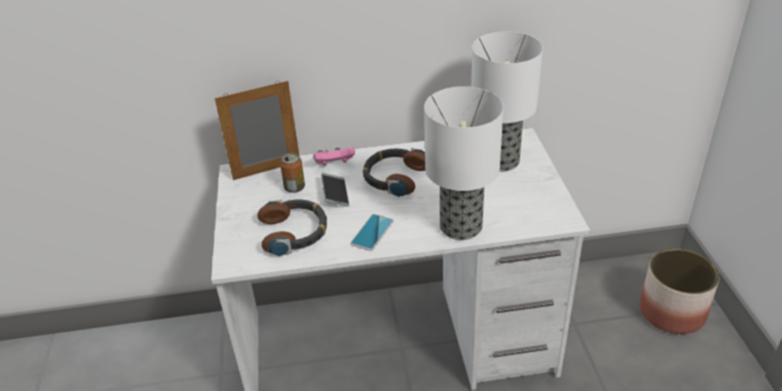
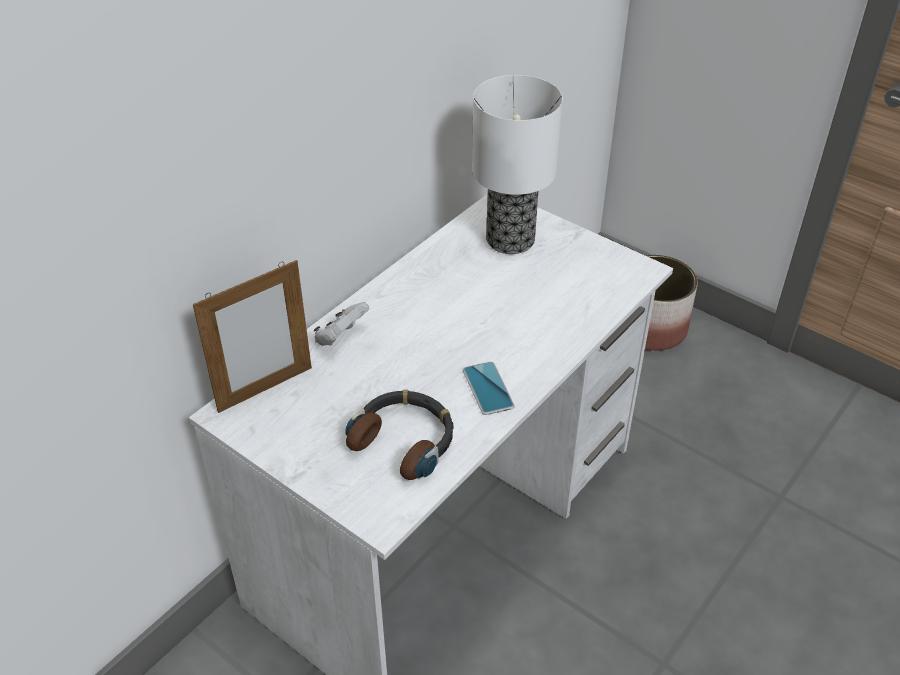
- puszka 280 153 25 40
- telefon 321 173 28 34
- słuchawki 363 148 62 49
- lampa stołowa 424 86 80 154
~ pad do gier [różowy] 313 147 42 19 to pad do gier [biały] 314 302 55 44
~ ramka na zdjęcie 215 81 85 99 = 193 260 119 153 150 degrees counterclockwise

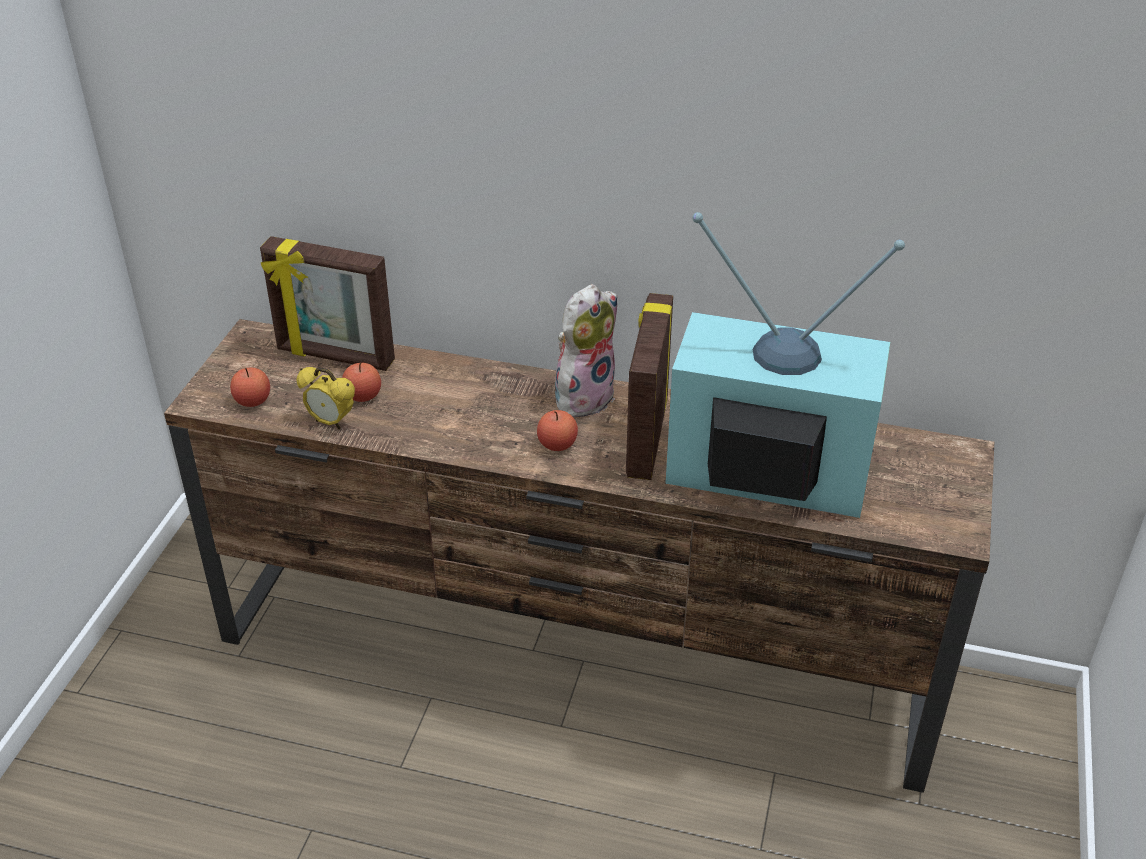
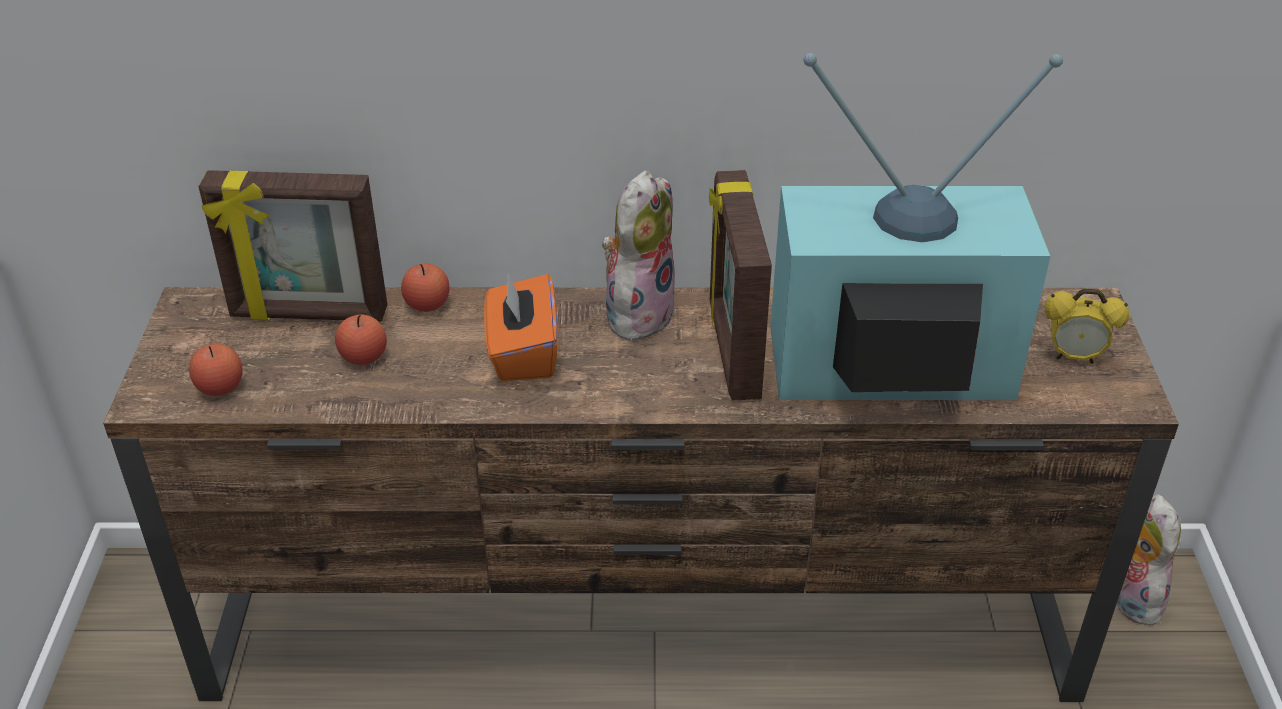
+ pudełko chusteczek [pomarańczowy] 484 273 74 108
+ pluszak 1116 494 65 132
~ budzik 297 367 58 62 to 1045 289 84 75
~ jabłko 537 410 41 41 to 401 264 49 48

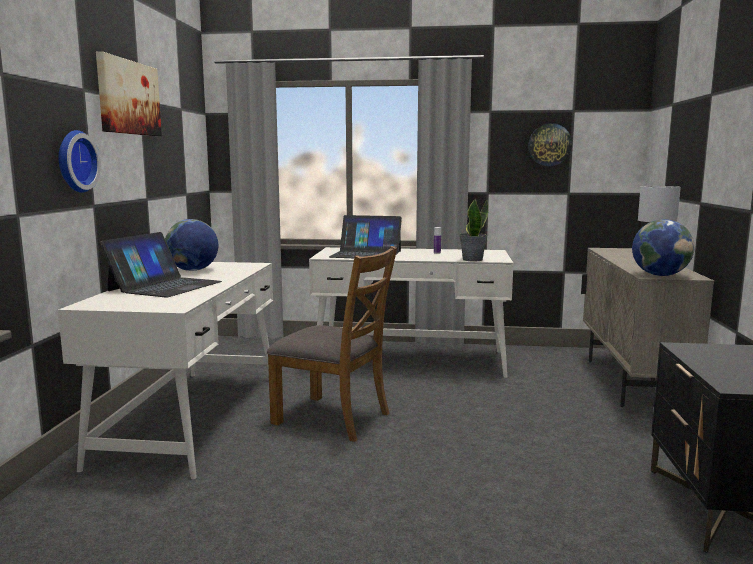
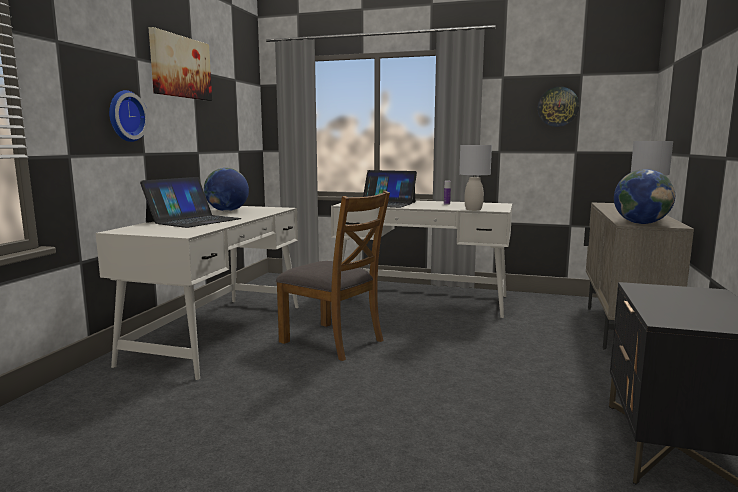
~ roślina doniczkowa 459 199 29 62 to lampa stołowa [szary] 459 145 33 65

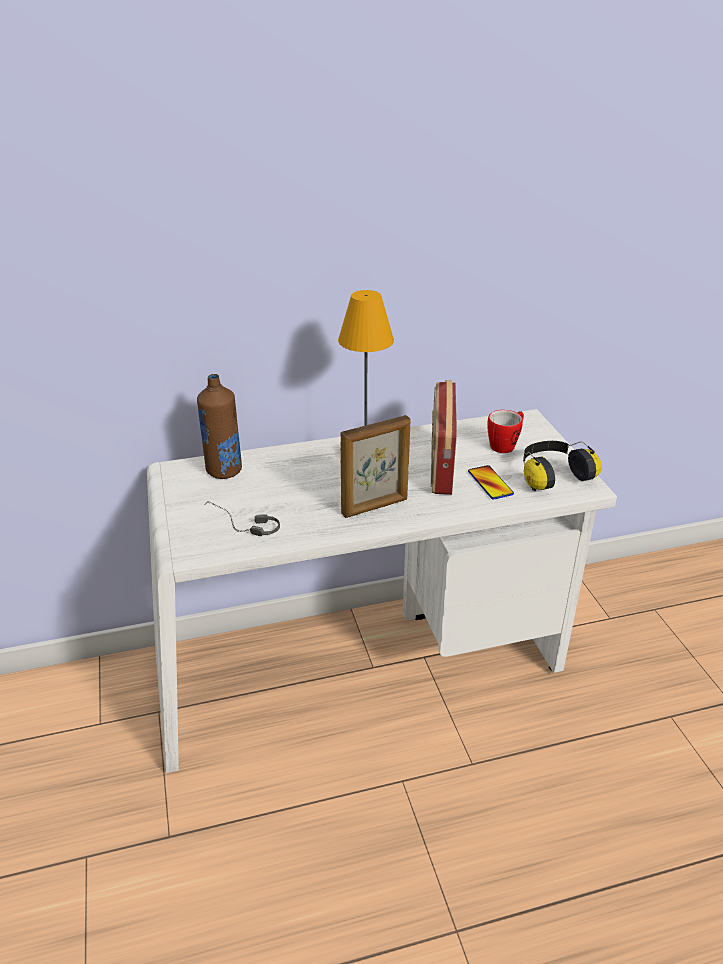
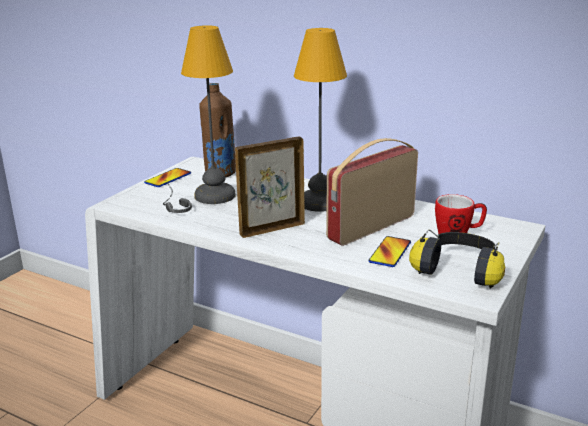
+ telefon 144 168 47 19
+ lampa stołowa 181 25 55 179
~ ramka na zdjęcie 340 415 70 103 = 235 136 70 102 135 degrees clockwise

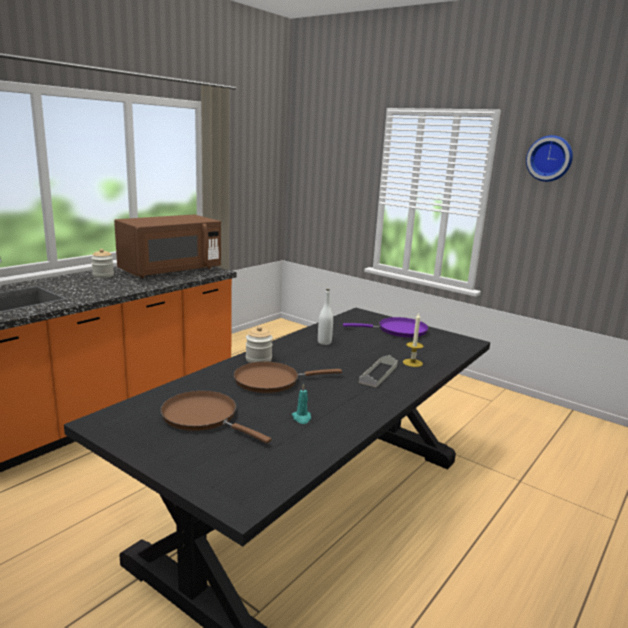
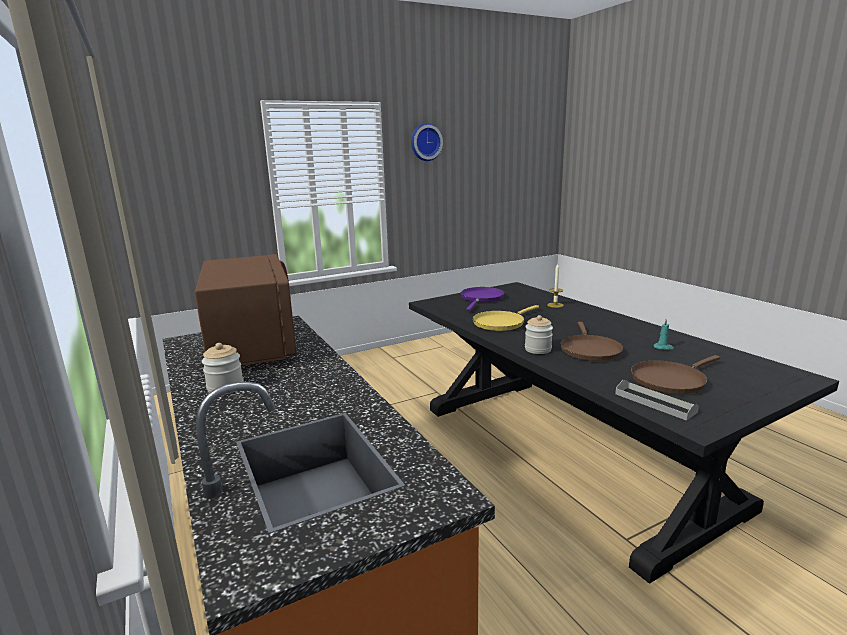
~ taca [szary] 359 355 39 33 to 615 380 84 41
~ butelka [biały] 318 289 15 56 to patelnia [żółty] 473 305 66 26

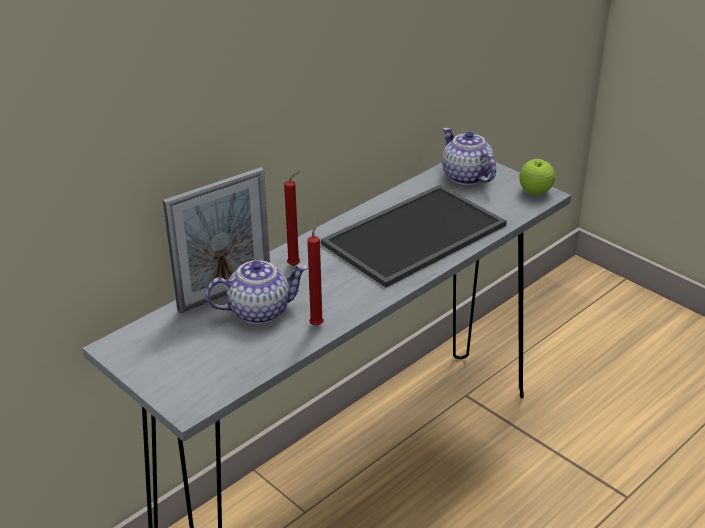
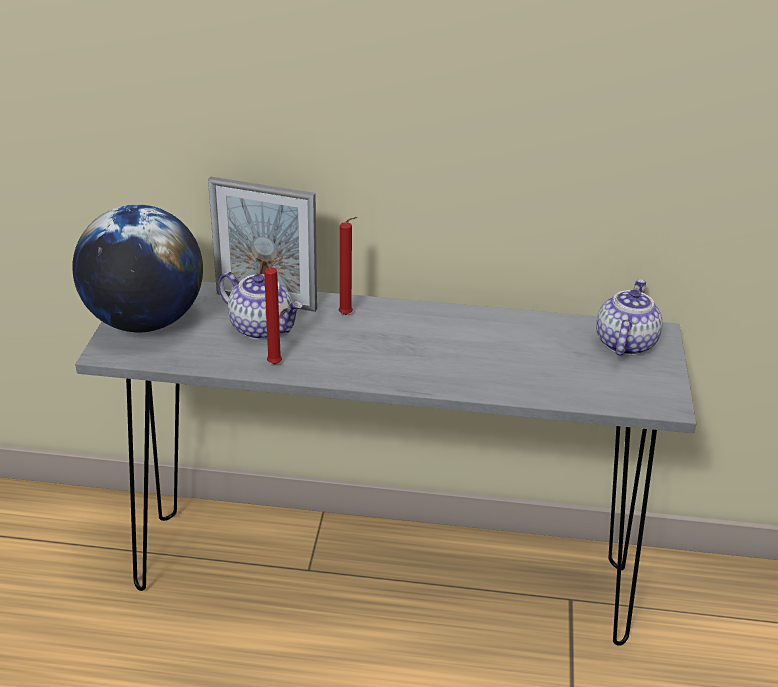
- taca 321 185 186 102
- jabłko 519 159 36 36
+ globus 73 204 130 128

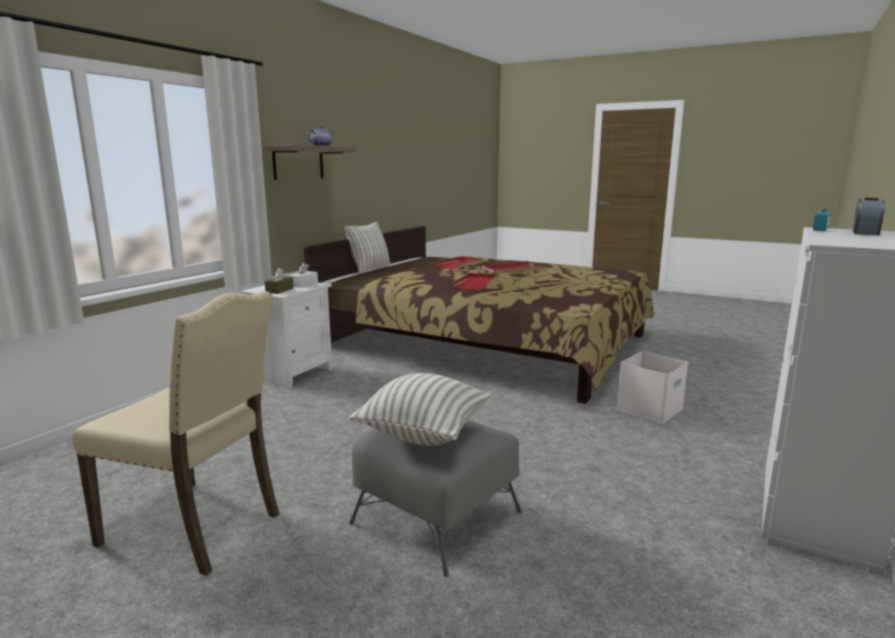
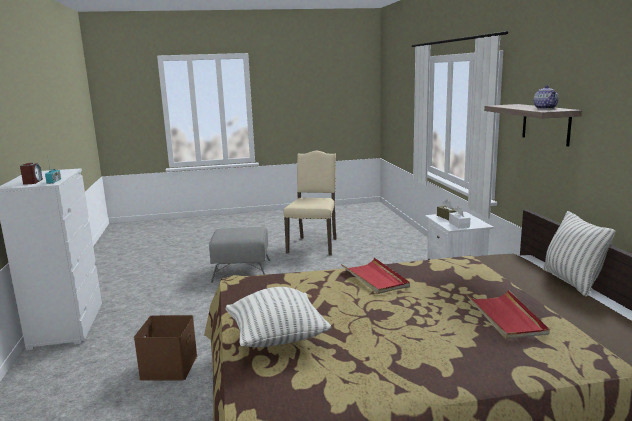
- taca [czerwony] 482 261 61 13
~ poduszka 349 373 142 73 to 226 287 106 60
~ pojemnik do przechowywania [biały] 616 351 72 72 to pojemnik do przechowywania [brązowy] 134 315 63 65
~ krzesło [beżowy] 72 291 207 285 = 283 151 53 104 120 degrees clockwise

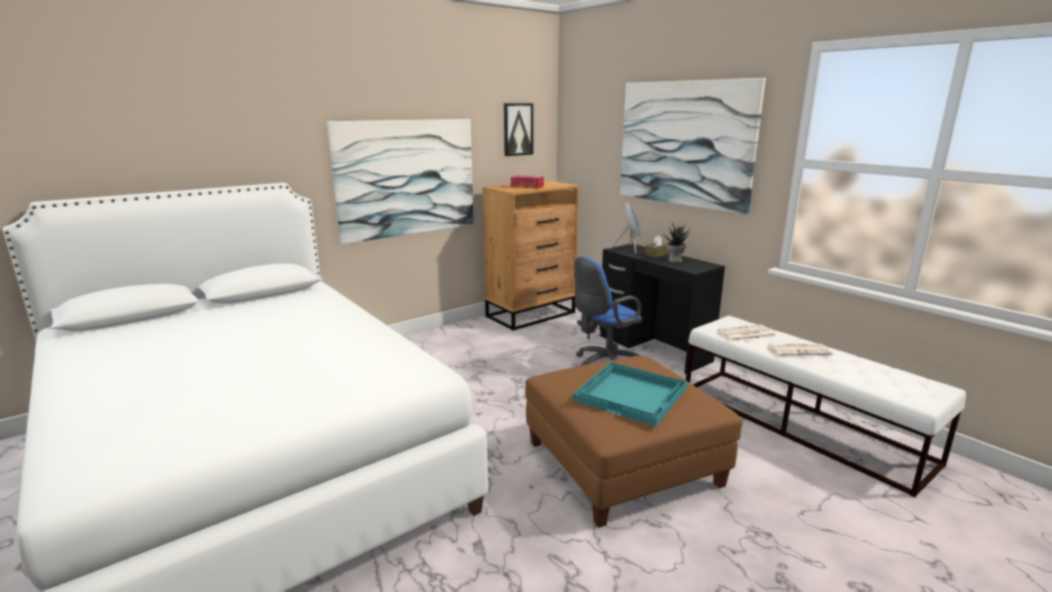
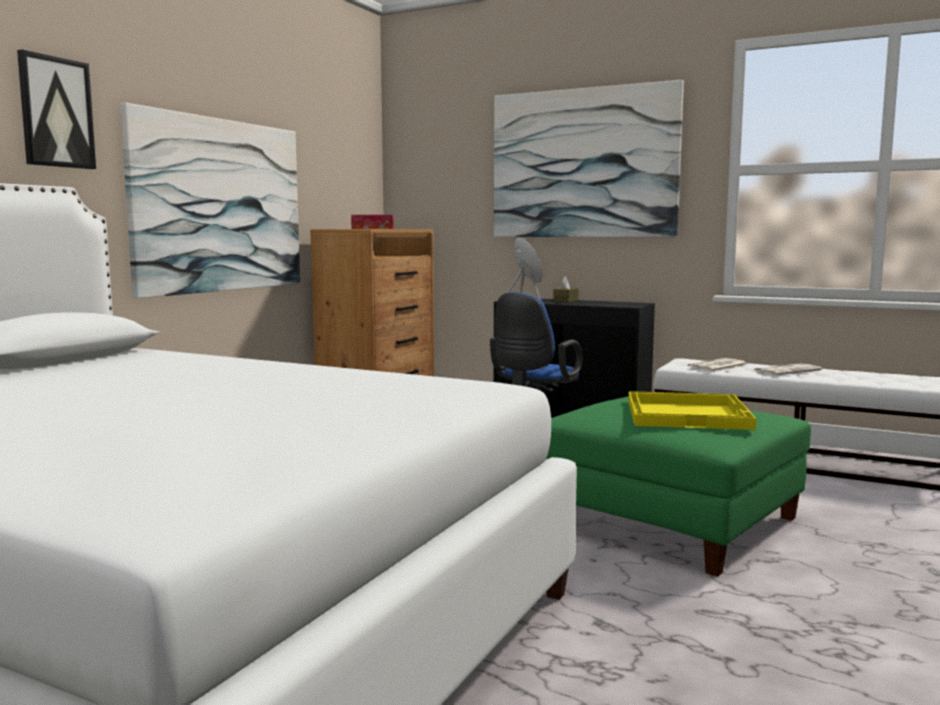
- roślina doniczkowa 664 222 26 41
~ obraz 504 103 29 53 to 17 49 79 120
~ pufa [brązowy] 525 356 218 172 to pufa [zielony] 546 396 265 181
~ taca [turkusowy] 573 362 114 65 to taca [żółty] 628 391 128 39

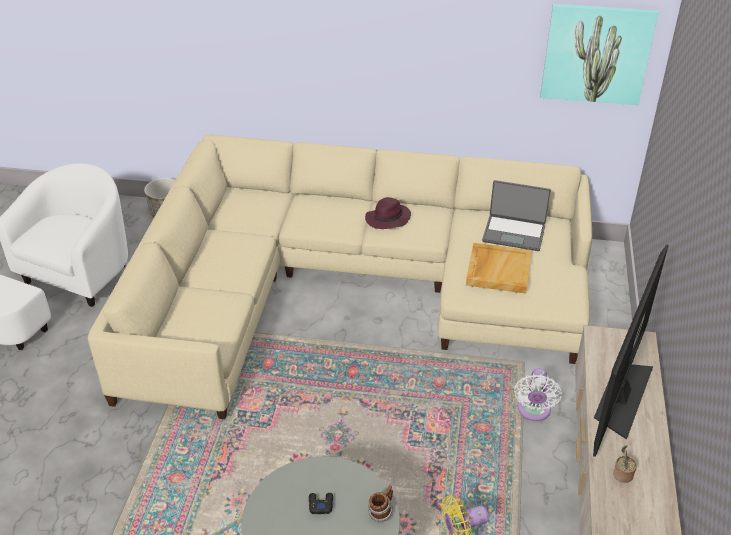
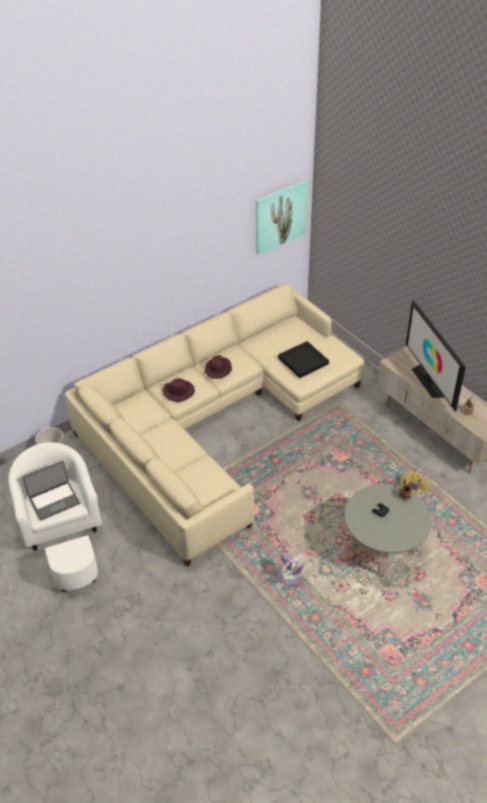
+ kapelusz [fioletowy] 162 378 33 24
~ laptop 482 180 69 71 to 23 461 57 60
~ wentylator [biały] 514 368 48 53 to 277 552 32 33
~ taca [beżowy] 466 243 65 51 to taca [czarny] 278 341 51 37

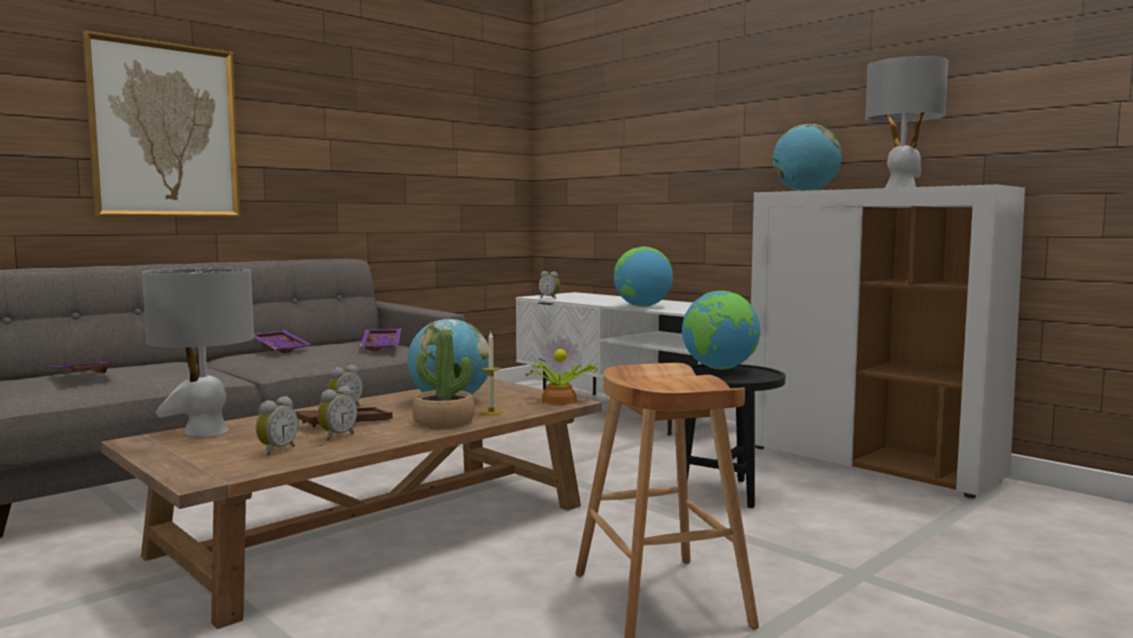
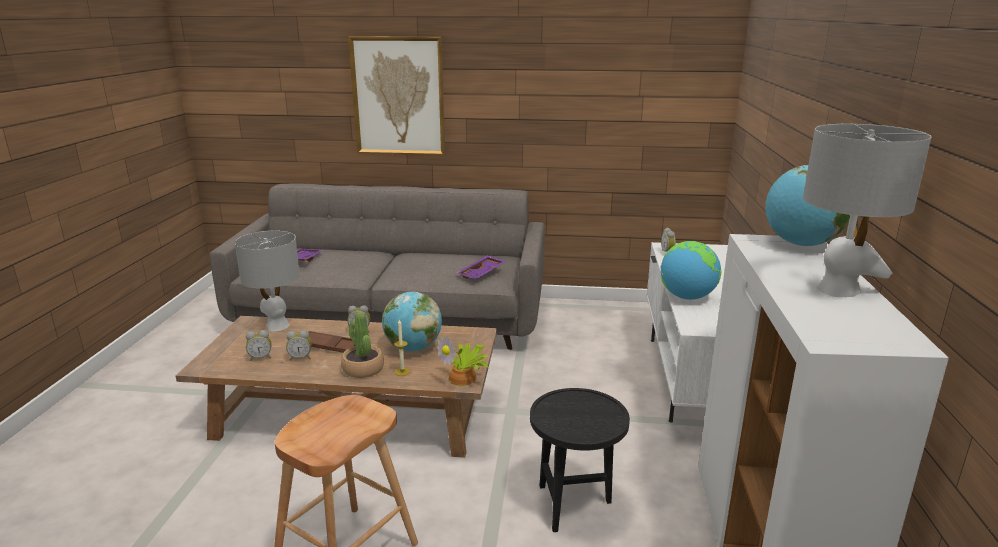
- taca [fioletowy] 254 330 57 23
- globus 682 291 79 78

